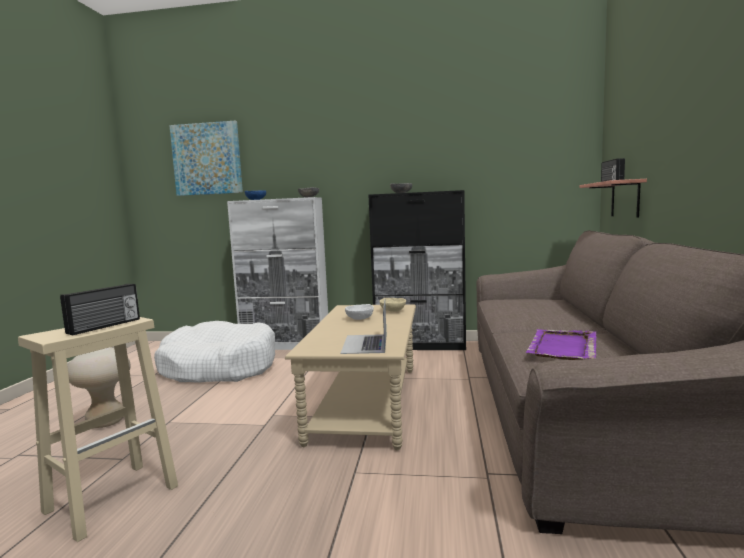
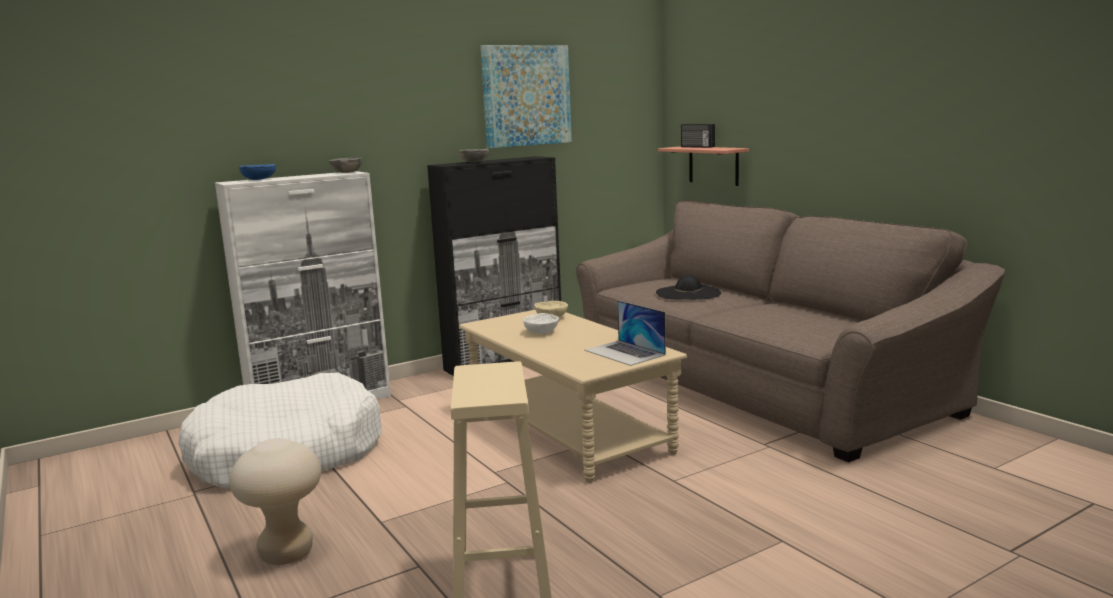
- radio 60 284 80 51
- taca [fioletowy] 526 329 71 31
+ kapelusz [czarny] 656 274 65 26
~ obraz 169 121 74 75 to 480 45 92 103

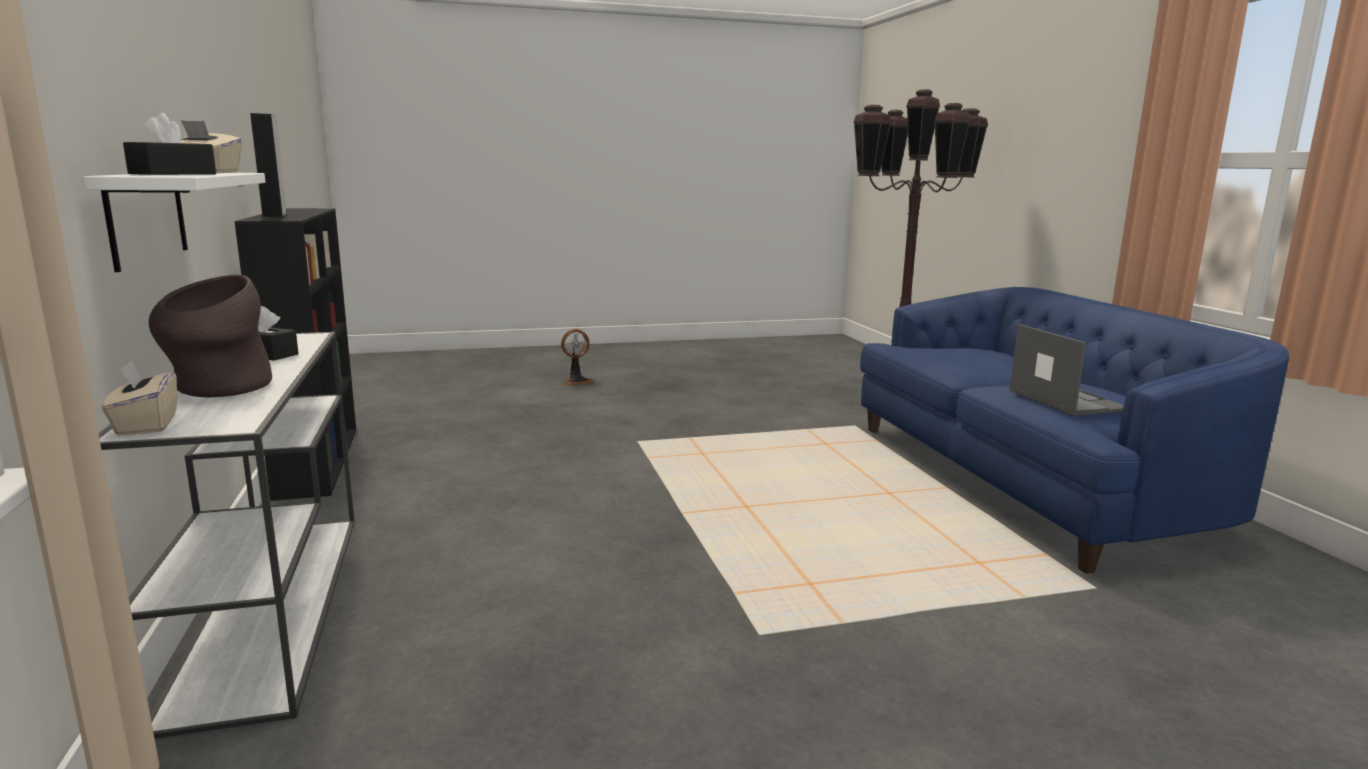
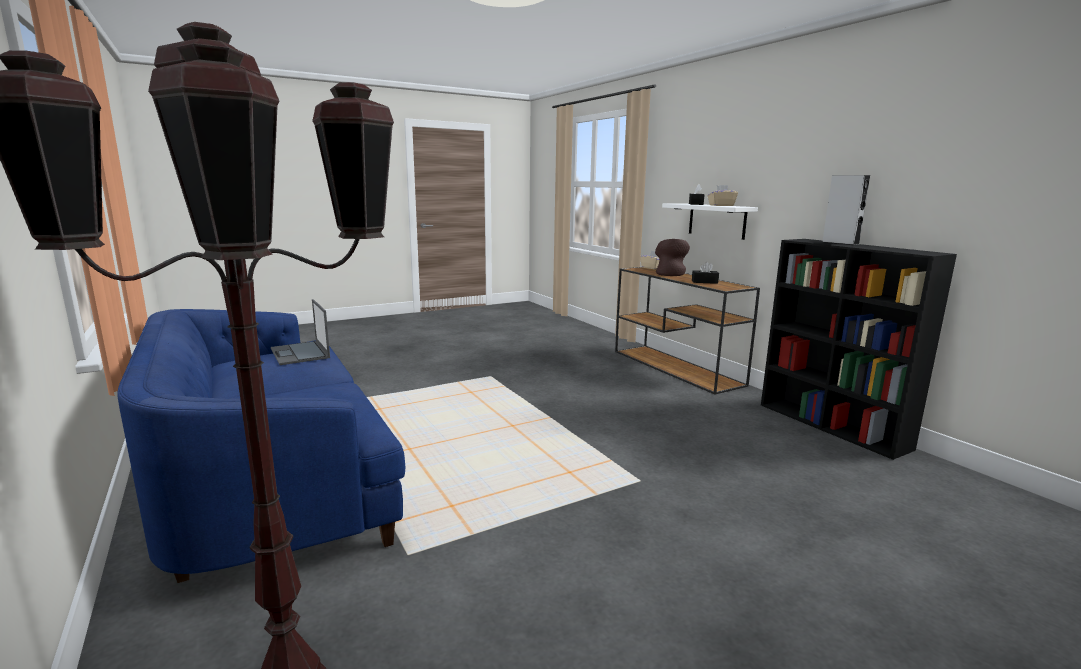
- wentylator 561 329 33 57
~ stolik konsolowy [biały] 99 332 256 406 to stolik konsolowy [brązowy] 615 267 145 127

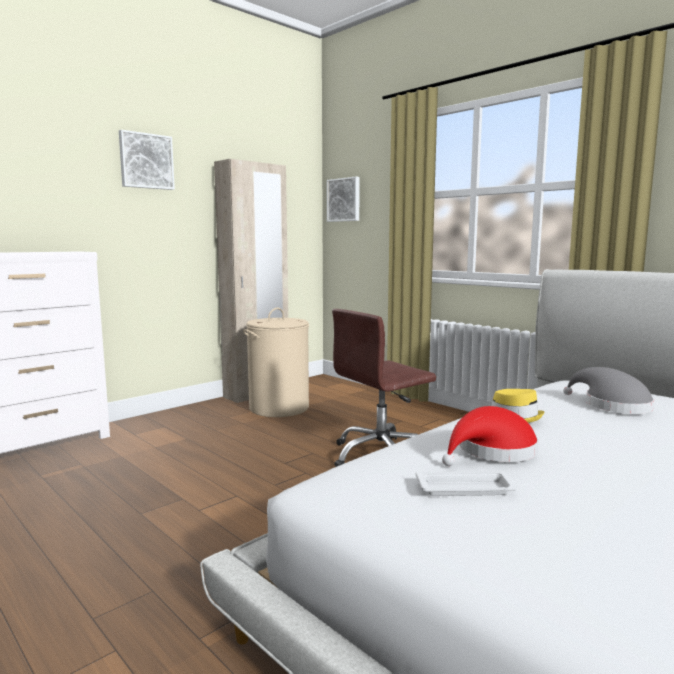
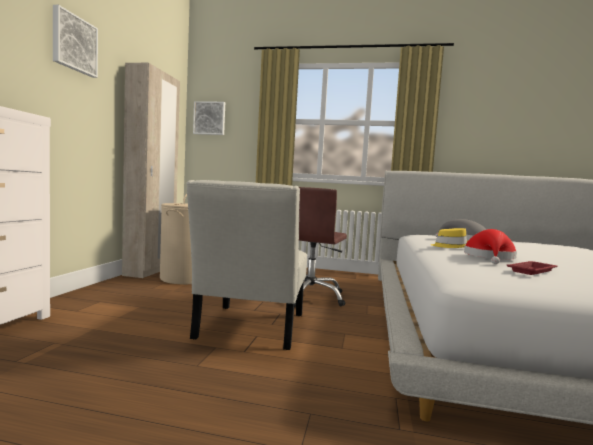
+ krzesło [biały] 186 180 121 170
~ taca [biały] 415 471 102 25 to taca [czerwony] 507 261 50 14

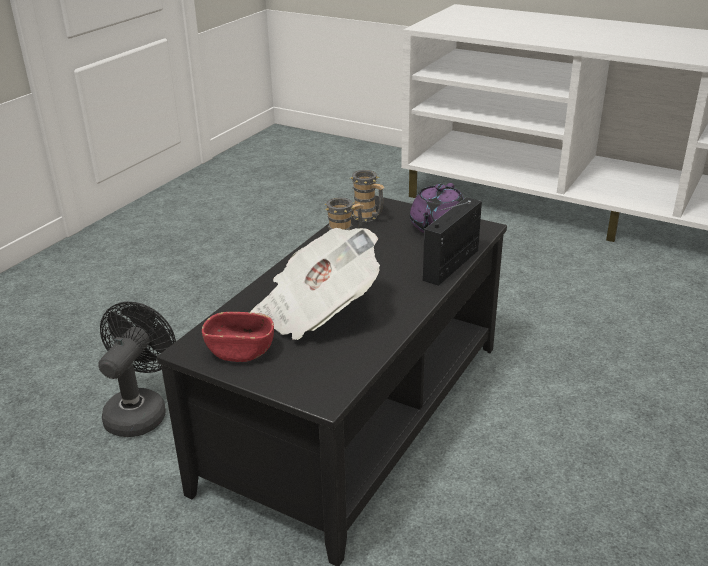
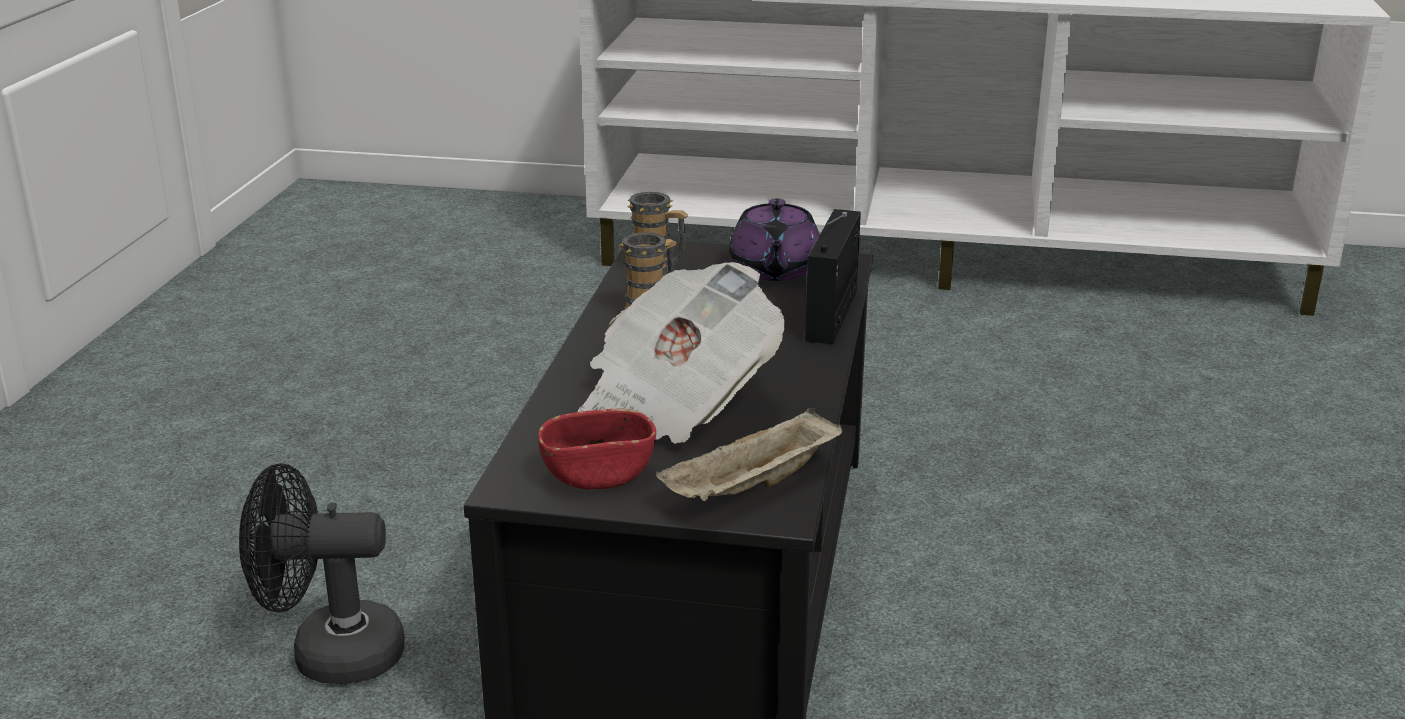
+ taca [beżowy] 656 407 187 94
~ wentylator [czarny] 98 302 78 135 = 239 463 166 221 90 degrees counterclockwise

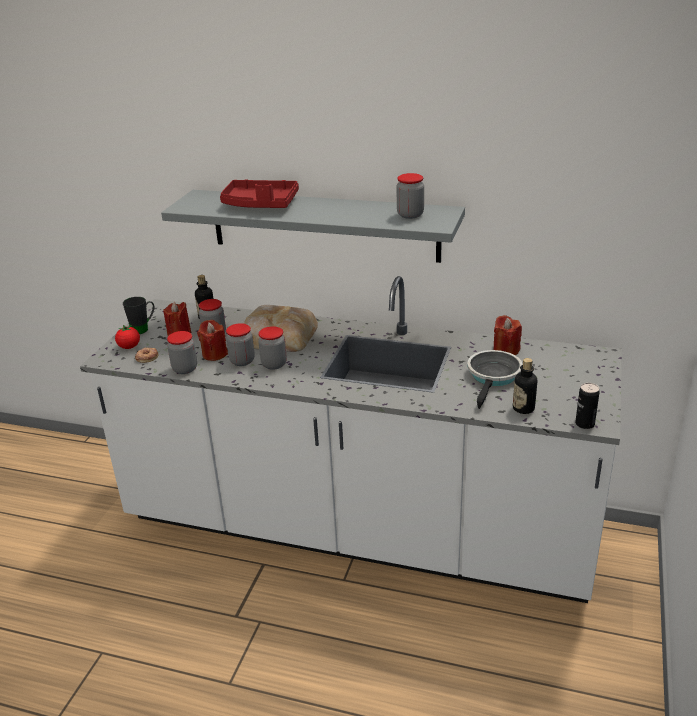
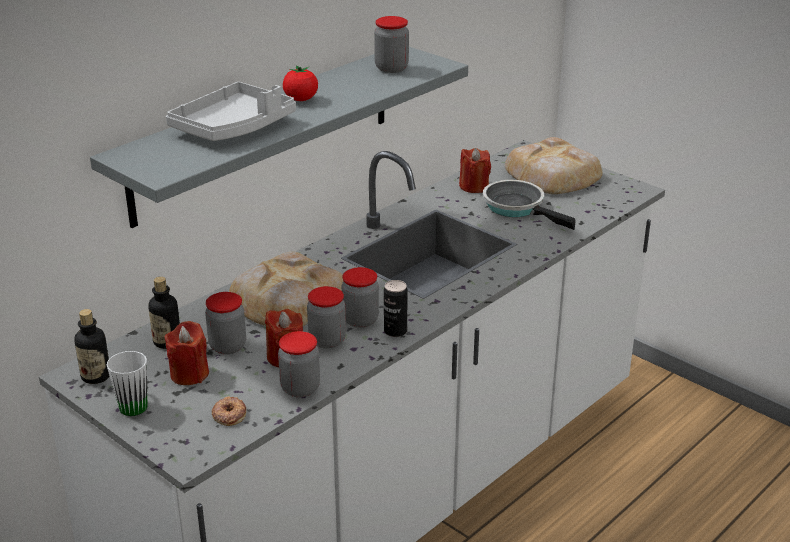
+ chleb 505 137 98 57
~ pomidor 115 325 25 24 to 283 65 35 36
~ butelka 513 358 24 56 to 74 309 36 75
~ puszka 575 383 25 46 to 384 280 24 57
~ kubek [czarny] 123 297 32 37 to kubek [biały] 107 351 41 65
~ taca [czerwony] 220 179 79 29 to taca [szary] 166 82 130 59

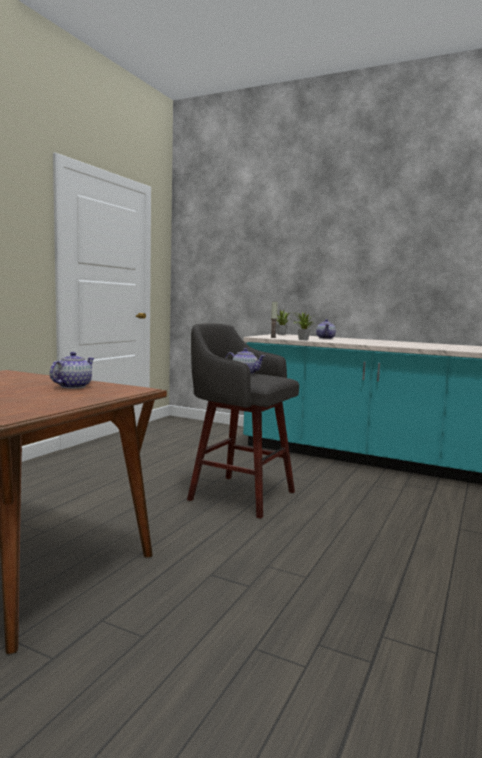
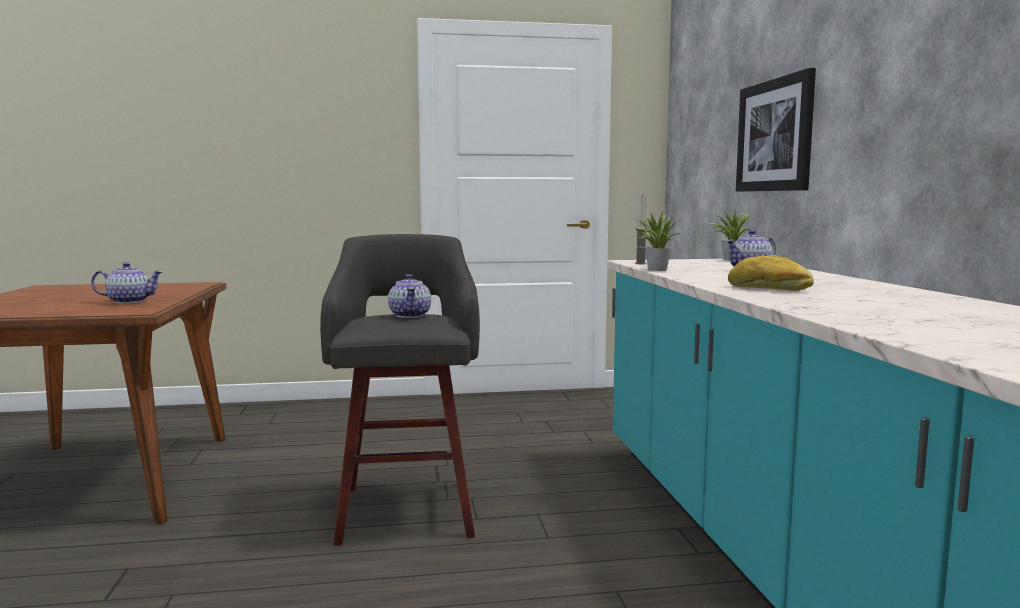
+ chleb 728 255 86 36
+ obraz 736 68 80 124

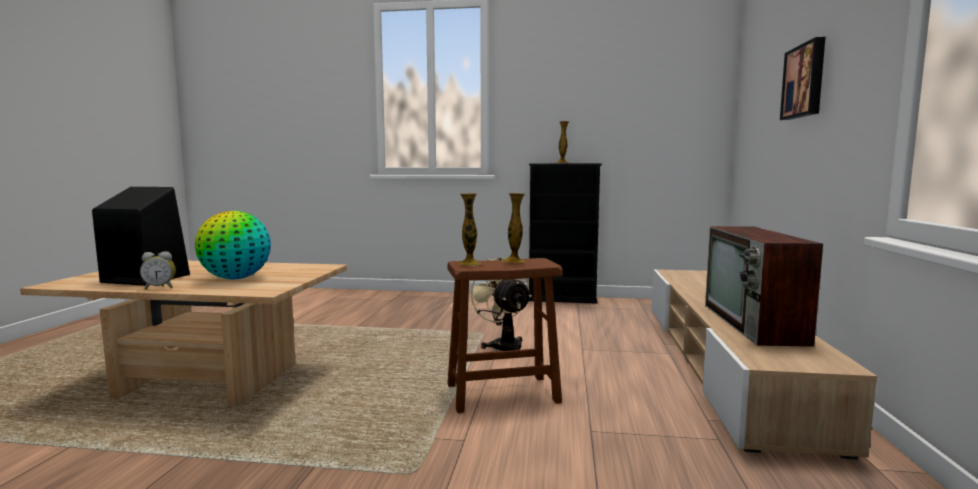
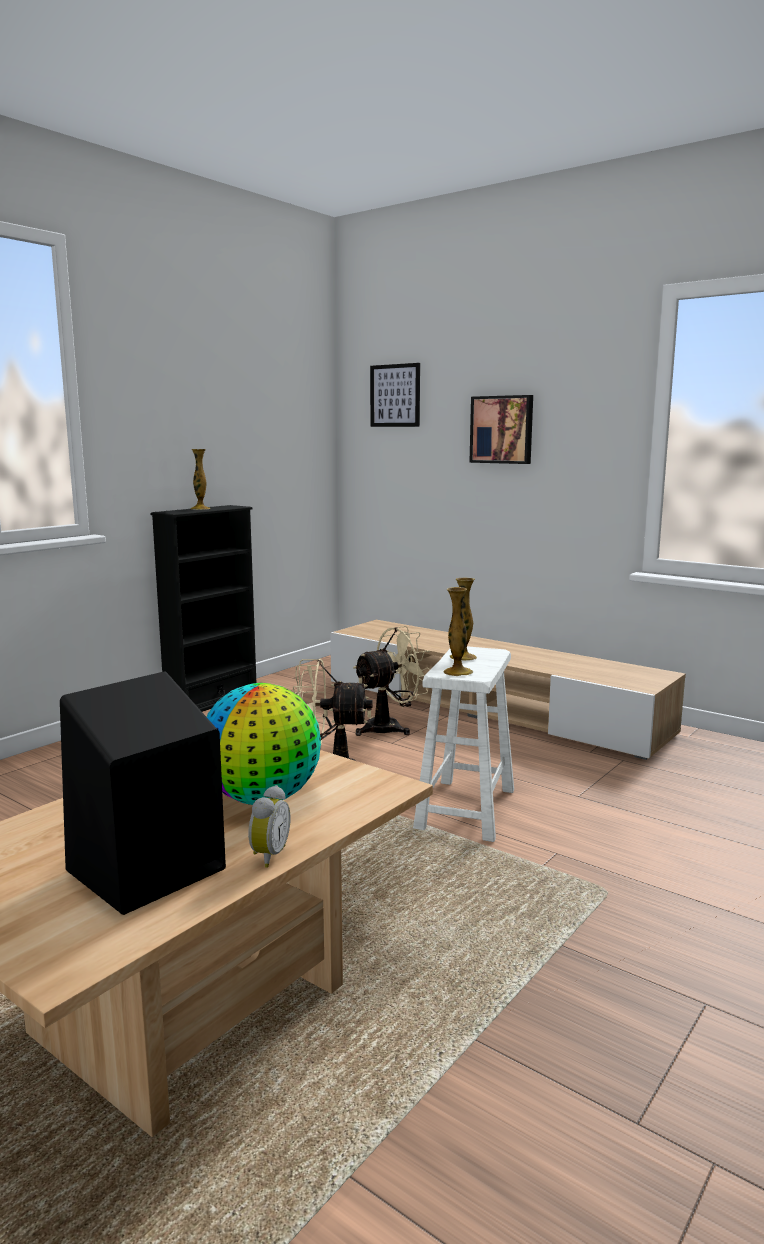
- telewizor 705 226 118 121
+ wentylator [beżowy] 353 626 77 110
+ obraz 370 363 50 64
~ stołek [brązowy] 447 258 116 155 to stołek [biały] 413 646 101 196

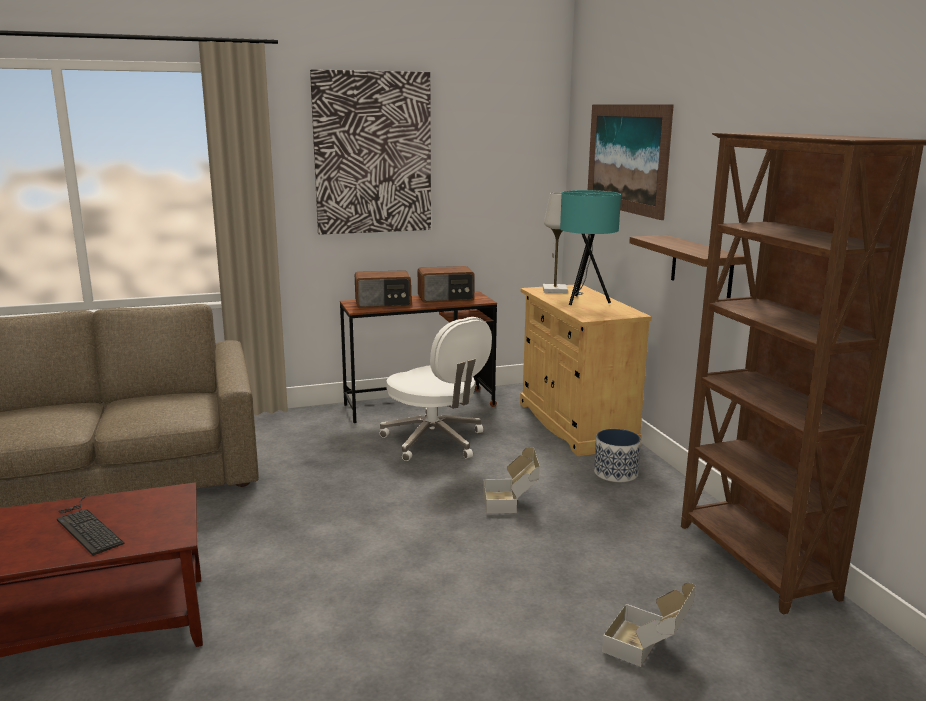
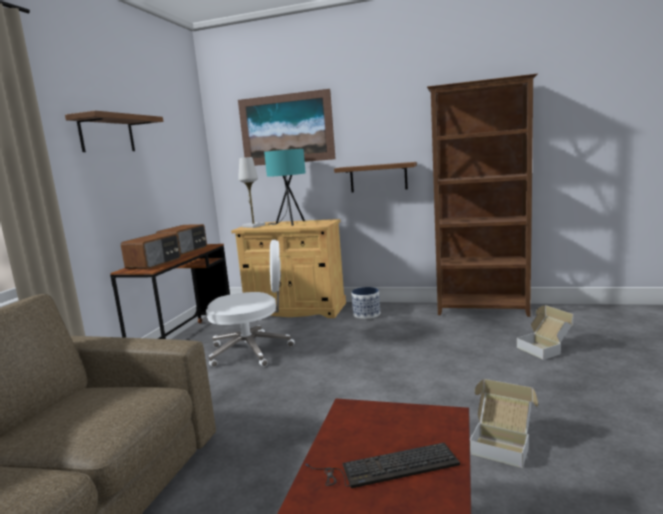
~ karton 483 447 57 66 to 470 379 68 89
~ obraz 310 69 121 166 to półka 65 111 98 41

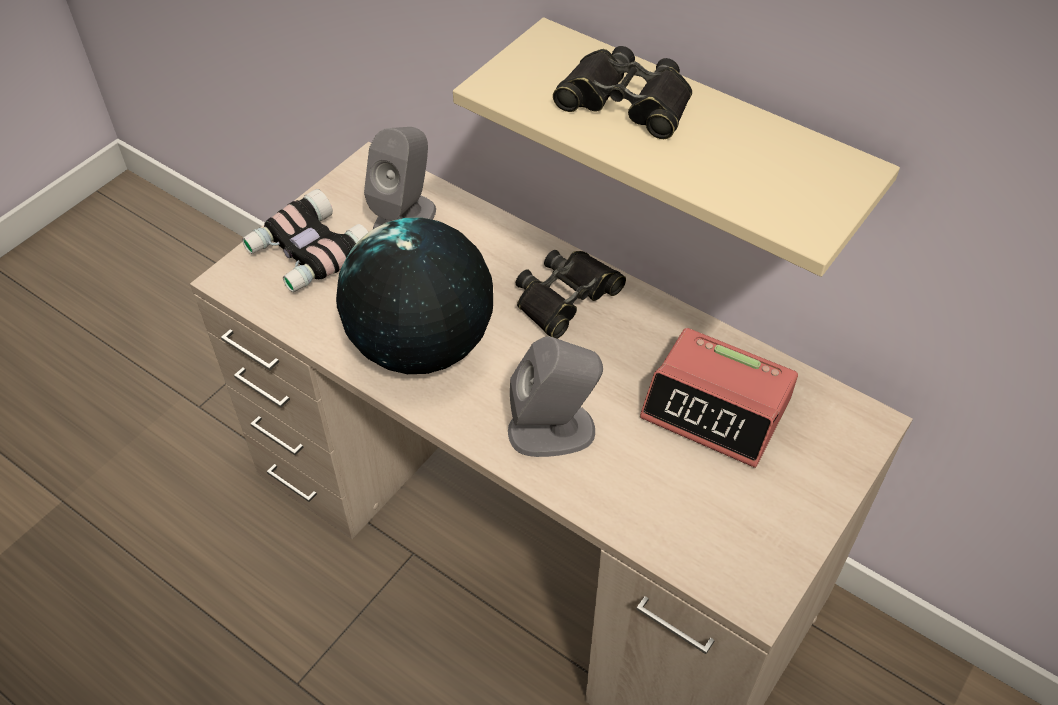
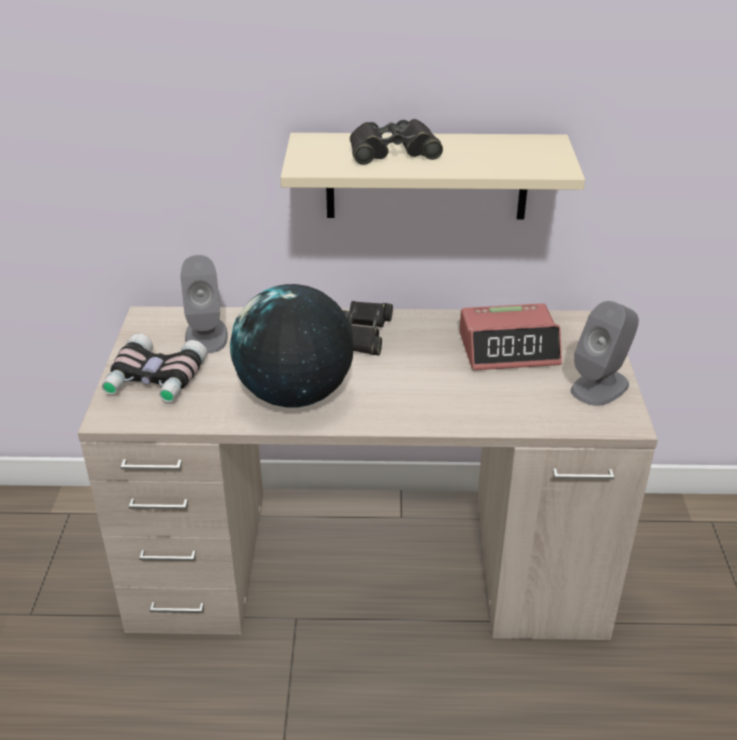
~ głośnik [szary] 508 336 95 121 to 571 301 68 105

